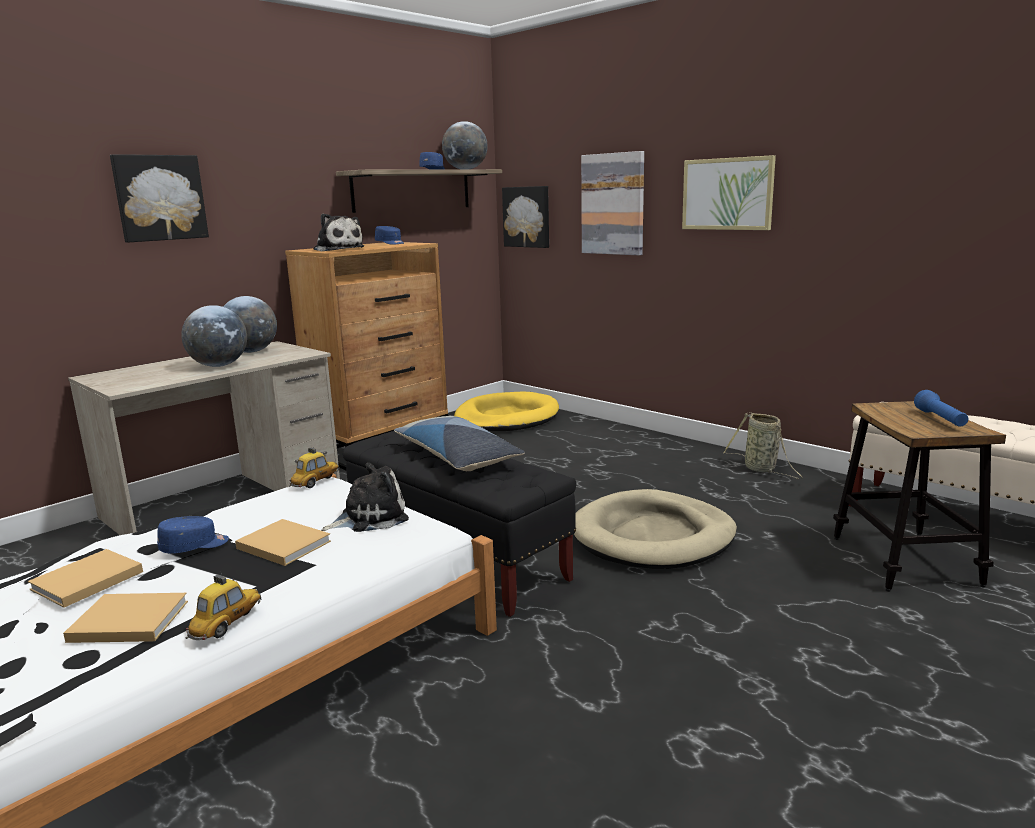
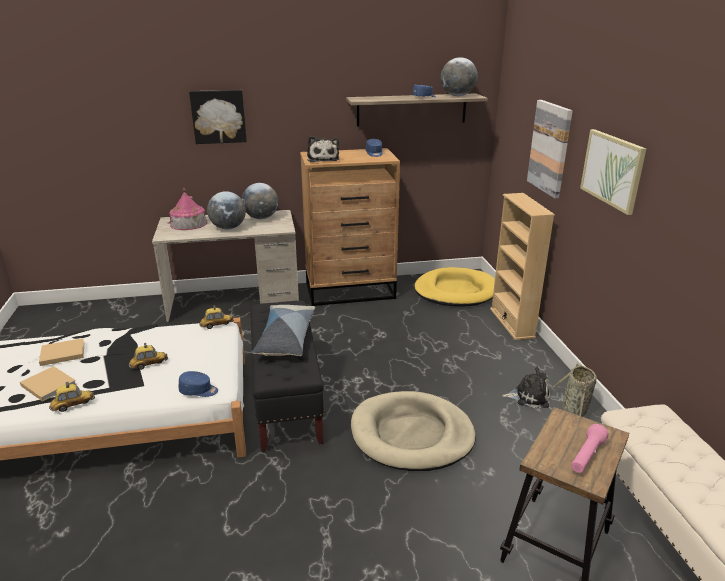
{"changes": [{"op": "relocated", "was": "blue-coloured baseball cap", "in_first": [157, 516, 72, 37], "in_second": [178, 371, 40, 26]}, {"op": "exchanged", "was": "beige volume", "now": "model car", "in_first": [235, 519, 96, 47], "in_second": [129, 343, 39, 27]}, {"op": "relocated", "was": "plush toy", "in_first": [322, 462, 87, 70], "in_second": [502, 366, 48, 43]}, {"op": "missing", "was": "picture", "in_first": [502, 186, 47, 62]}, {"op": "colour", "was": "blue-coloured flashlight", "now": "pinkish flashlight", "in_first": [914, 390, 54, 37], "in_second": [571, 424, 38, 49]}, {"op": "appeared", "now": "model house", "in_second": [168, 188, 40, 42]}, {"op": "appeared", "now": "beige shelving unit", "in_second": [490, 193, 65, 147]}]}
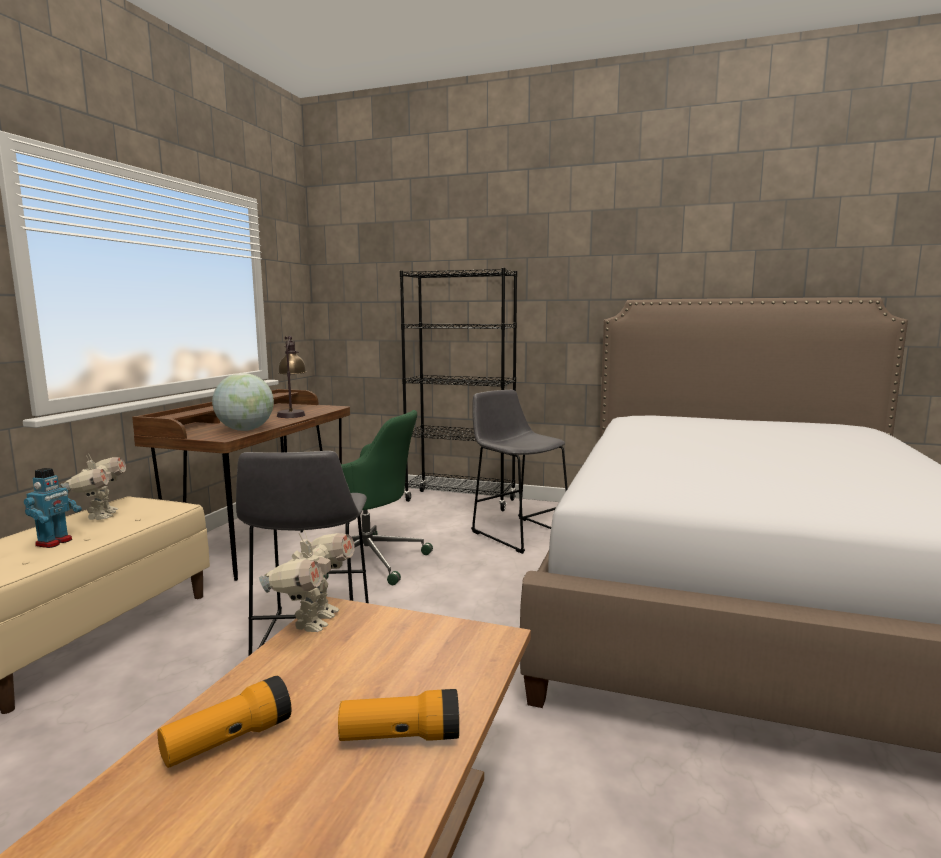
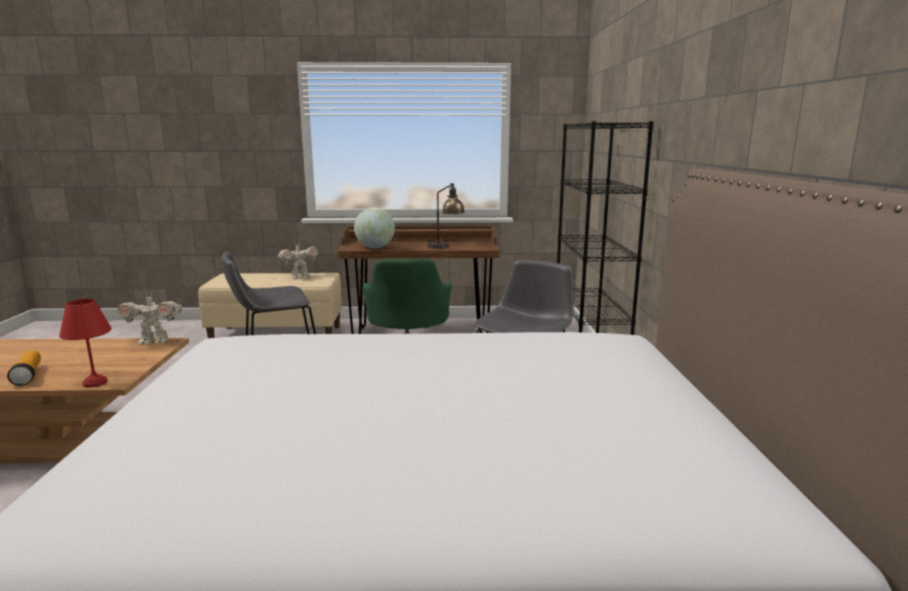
{"changes": [{"op": "missing", "was": "toy robot", "in_first": [24, 468, 58, 80]}, {"op": "missing", "was": "flashlight", "in_first": [157, 676, 135, 92]}, {"op": "appeared", "now": "red lamp for a table", "in_second": [59, 299, 53, 89]}]}
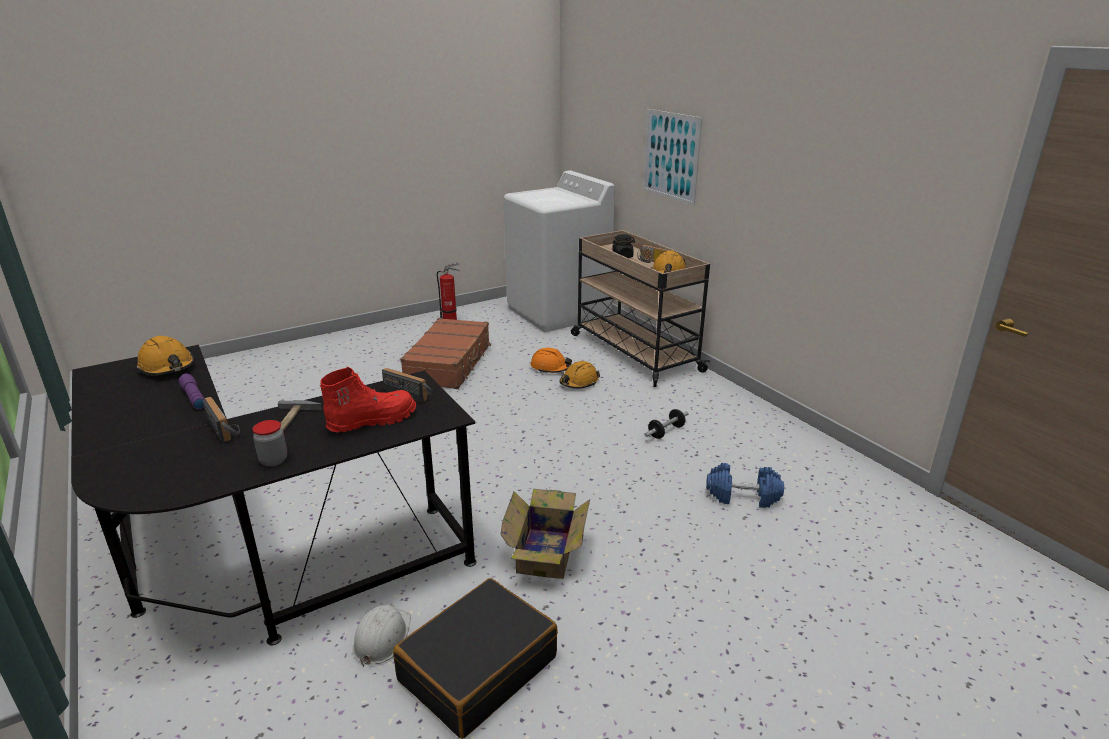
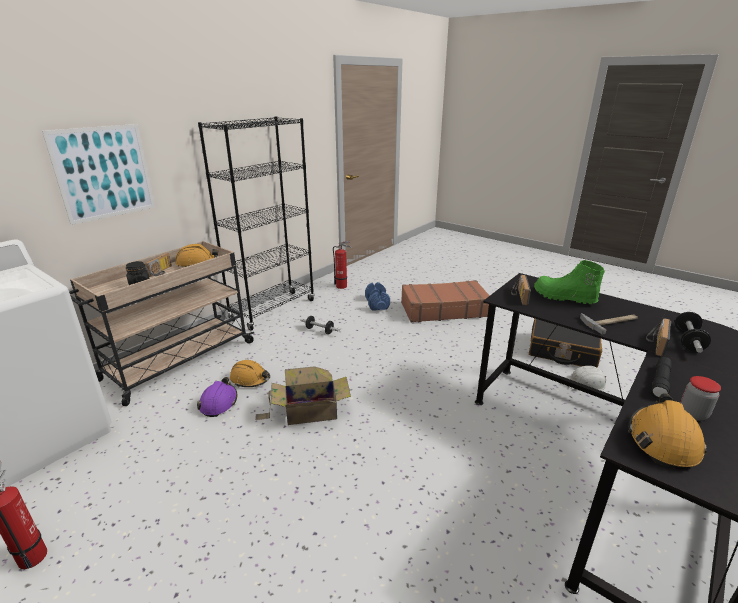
{"changes": [{"op": "colour", "was": "purplish flashlight", "now": "black flashlight", "in_first": [178, 373, 26, 36], "in_second": [651, 357, 21, 41]}, {"op": "relocated", "was": "jar", "in_first": [253, 420, 34, 46], "in_second": [680, 376, 41, 45]}, {"op": "colour", "was": "red high-top boot", "now": "greenish high-top boot", "in_first": [319, 367, 97, 65], "in_second": [534, 260, 71, 44]}, {"op": "relocated", "was": "brownish piece of luggage", "in_first": [400, 318, 91, 71], "in_second": [401, 280, 89, 42]}, {"op": "relocated", "was": "packing box", "in_first": [501, 489, 89, 90], "in_second": [255, 366, 96, 59]}, {"op": "colour", "was": "orange-coloured safety helmet", "now": "purplish safety helmet", "in_first": [531, 348, 41, 25], "in_second": [197, 377, 40, 40]}, {"op": "appeared", "now": "black shelving unit", "in_second": [198, 116, 116, 215]}, {"op": "appeared", "now": "fire-fighting cylinder", "in_second": [333, 241, 18, 48]}, {"op": "appeared", "now": "free weight", "in_second": [675, 312, 36, 41]}]}
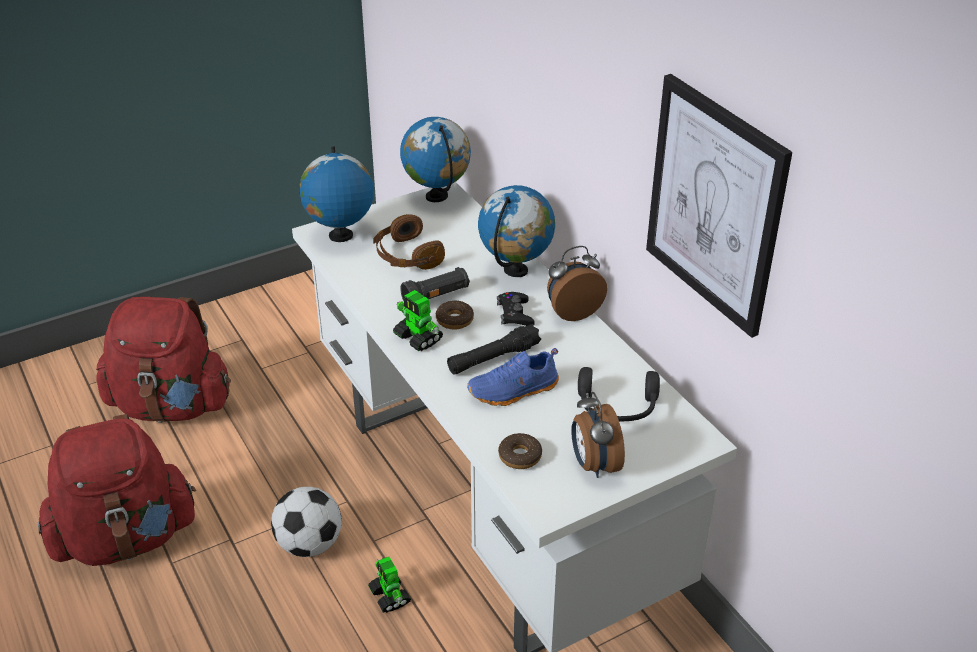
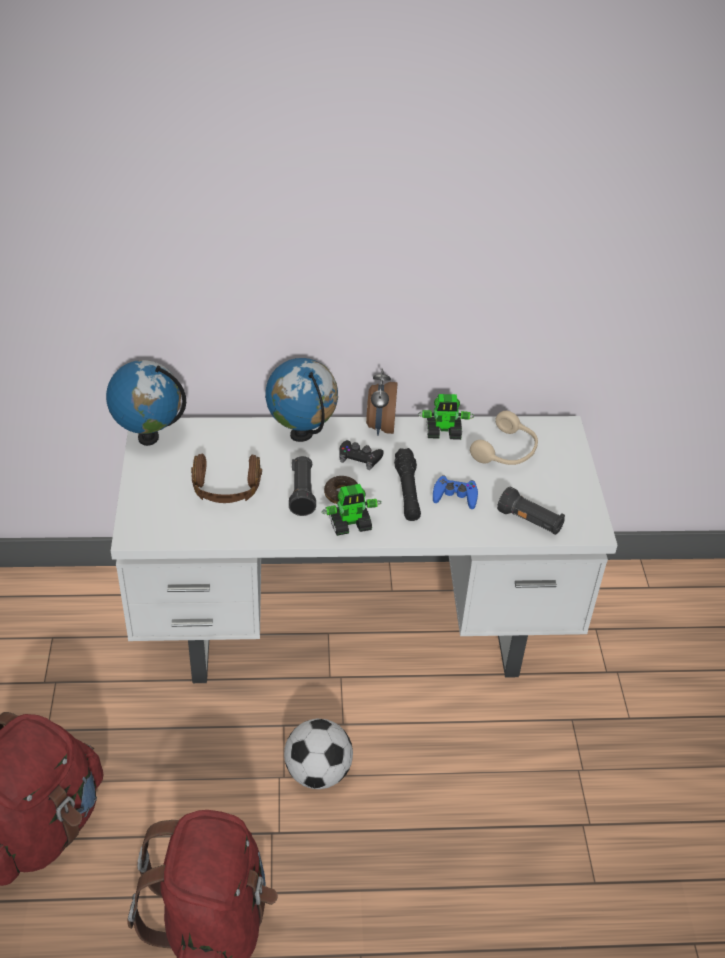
{"changes": [{"op": "missing", "was": "globe", "in_first": [299, 146, 75, 96]}, {"op": "relocated", "was": "toy robot", "in_first": [368, 557, 43, 56], "in_second": [418, 394, 57, 46]}, {"op": "exchanged", "was": "blue-coloured item of footwear", "now": "blue-coloured joypad", "in_first": [467, 348, 92, 58], "in_second": [433, 475, 45, 34]}, {"op": "exchanged", "was": "ring doughnut", "now": "black flashlight", "in_first": [498, 433, 44, 36], "in_second": [497, 487, 68, 48]}, {"op": "missing", "was": "alarm clock", "in_first": [571, 392, 54, 86]}, {"op": "colour", "was": "black headphones", "now": "beige headphones", "in_first": [578, 367, 82, 55], "in_second": [470, 411, 68, 54]}, {"op": "missing", "was": "picture", "in_first": [646, 74, 146, 264]}]}
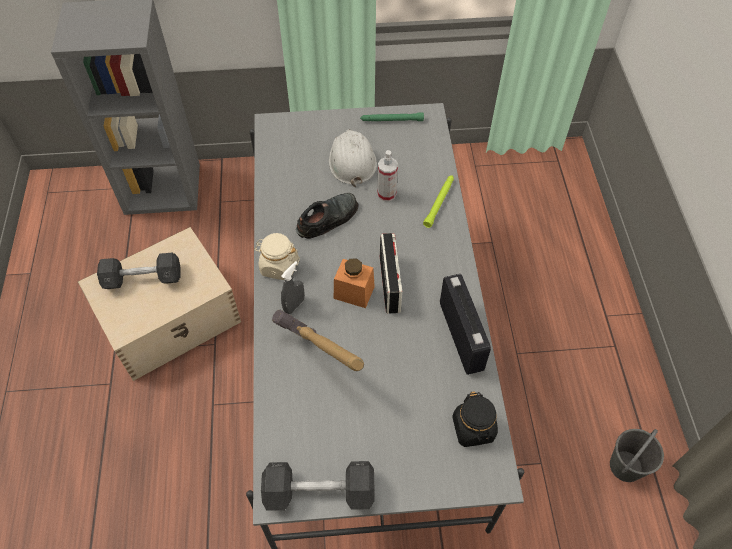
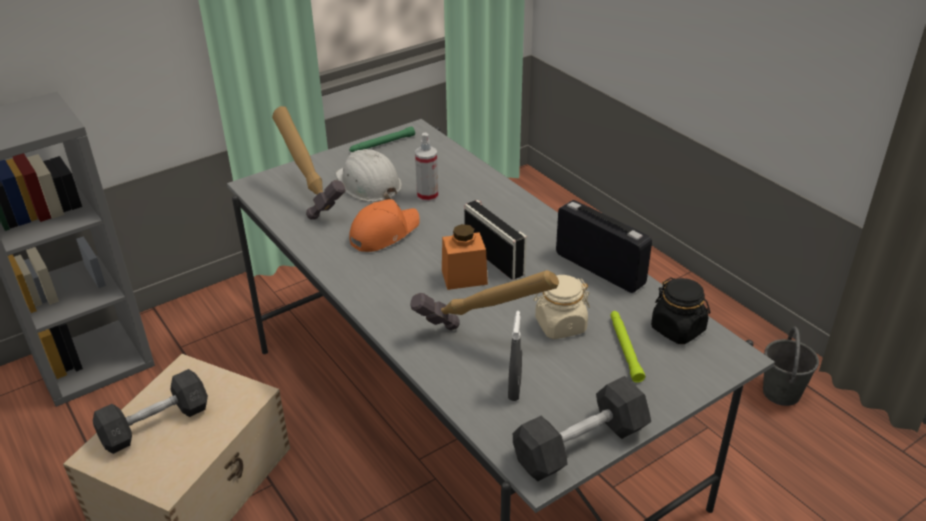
{"changes": [{"op": "relocated", "was": "beige jar", "in_first": [254, 233, 46, 47], "in_second": [533, 275, 57, 64]}, {"op": "relocated", "was": "grey spray bottle", "in_first": [281, 261, 24, 53], "in_second": [508, 311, 14, 90]}, {"op": "exchanged", "was": "black item of footwear", "now": "orange-coloured baseball cap", "in_first": [296, 193, 62, 46], "in_second": [349, 199, 71, 53]}, {"op": "relocated", "was": "greenish flashlight", "in_first": [423, 175, 31, 53], "in_second": [610, 311, 35, 72]}, {"op": "appeared", "now": "tool hammer", "in_second": [272, 106, 74, 114]}]}
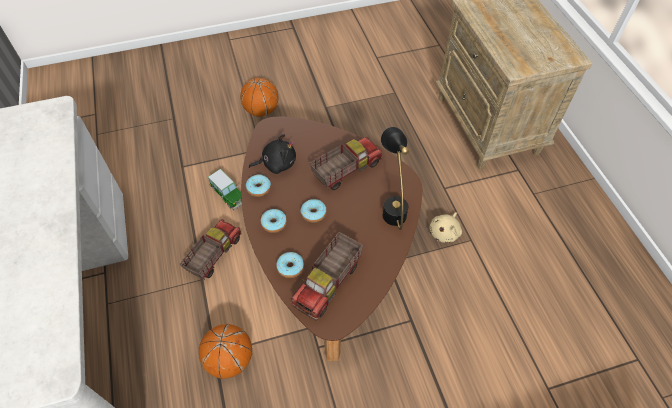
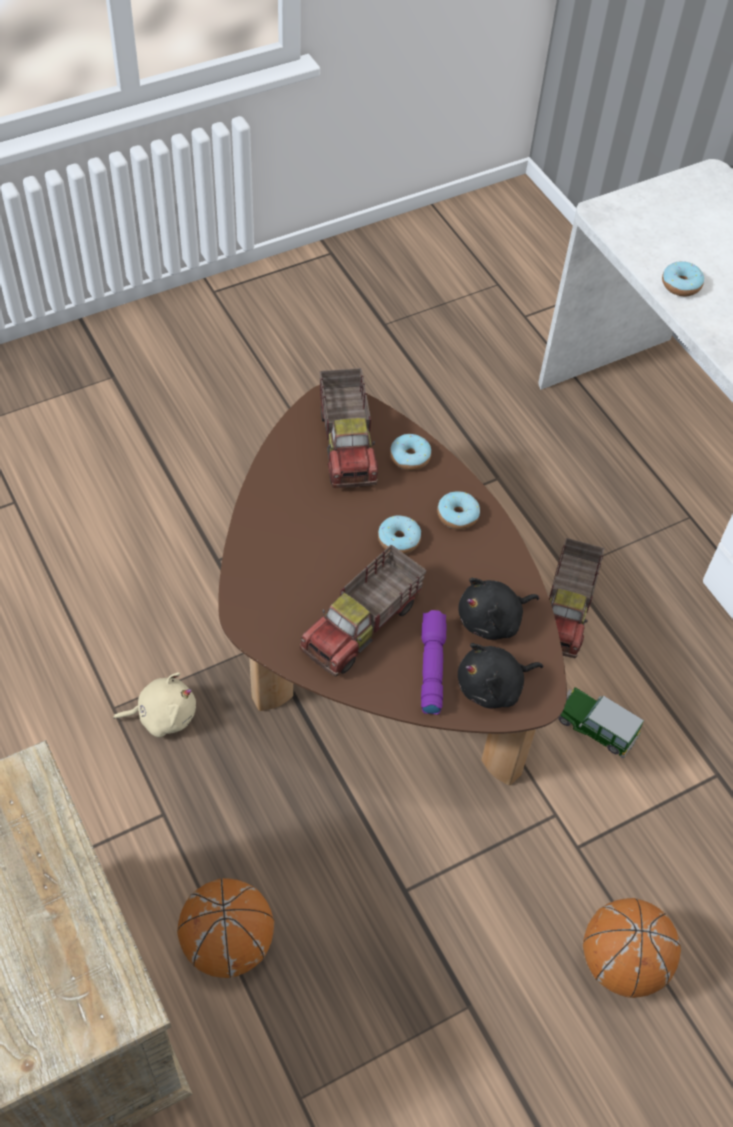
{"changes": [{"op": "relocated", "was": "basketball ball", "in_first": [199, 324, 53, 55], "in_second": [177, 878, 97, 100]}, {"op": "relocated", "was": "ring doughnut", "in_first": [246, 175, 25, 22], "in_second": [662, 261, 42, 35]}, {"op": "spun", "was": "toy truck", "in_first": [291, 232, 72, 88], "in_second": [320, 368, 58, 120], "clockwise": 150}, {"op": "missing", "was": "black lamp for a table", "in_first": [381, 127, 28, 103]}, {"op": "spun", "was": "beige plush toy", "in_first": [429, 212, 33, 31], "in_second": [113, 672, 83, 65], "clockwise": 60}, {"op": "appeared", "now": "purplish flashlight", "in_second": [421, 610, 25, 105]}, {"op": "appeared", "now": "black plush toy", "in_second": [458, 643, 85, 65]}]}
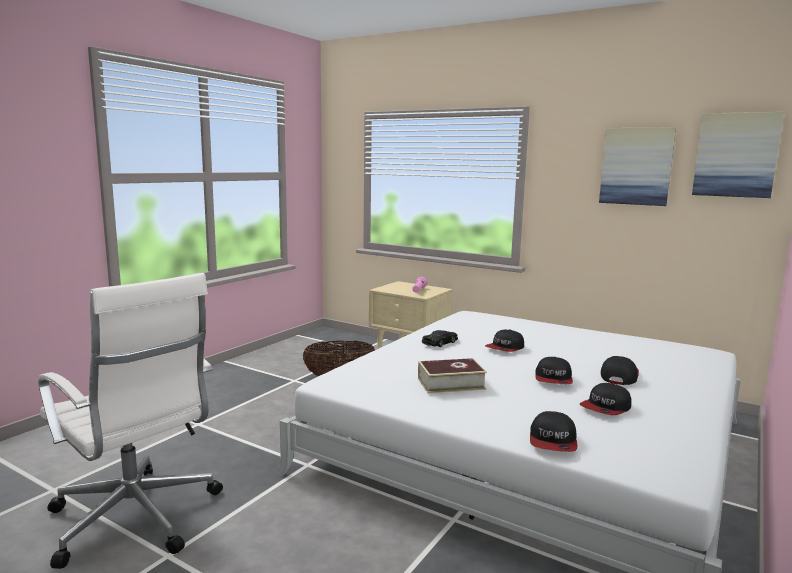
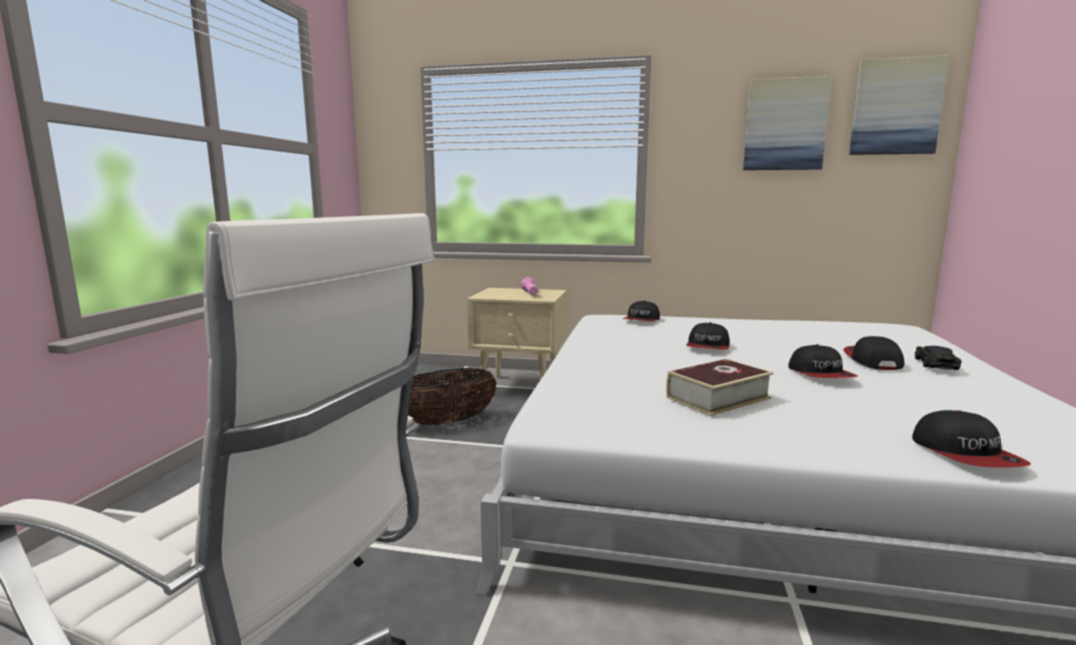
{"changes": [{"op": "relocated", "was": "black model car", "in_first": [422, 330, 36, 17], "in_second": [915, 346, 47, 24]}, {"op": "relocated", "was": "baseball cap", "in_first": [580, 383, 51, 32], "in_second": [623, 301, 37, 20]}]}
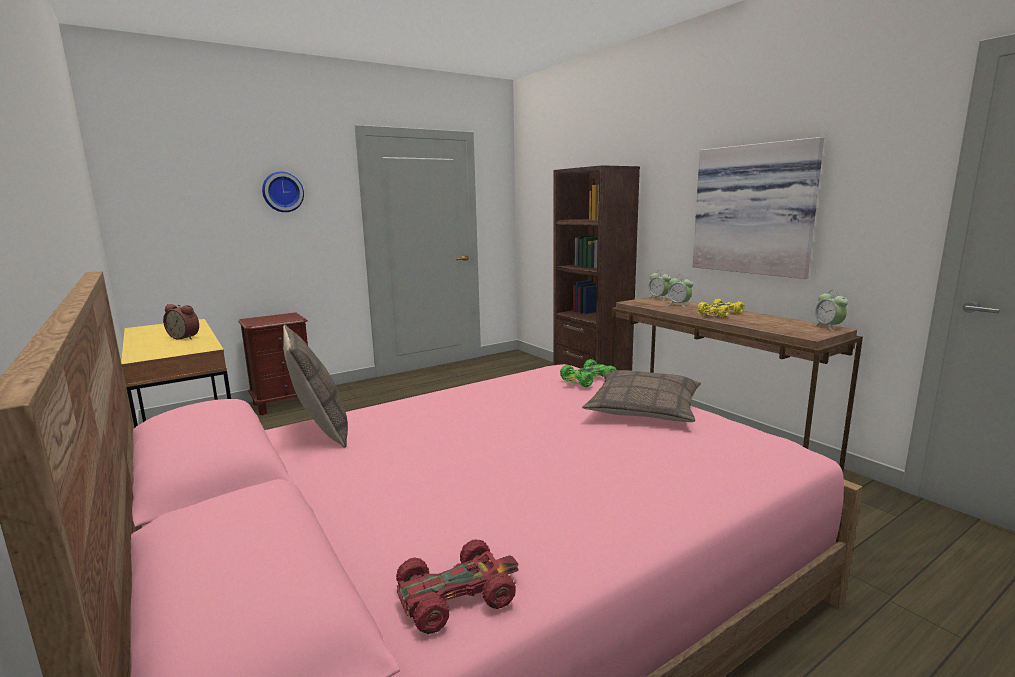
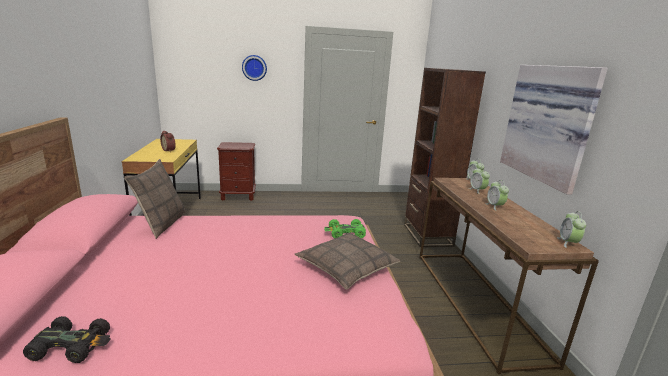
{"changes": [{"op": "colour", "was": "red model car", "now": "black model car", "in_first": [396, 539, 123, 95], "in_second": [23, 316, 88, 47]}, {"op": "exchanged", "was": "yellow-coloured model car", "now": "alarm clock", "in_first": [697, 299, 48, 19], "in_second": [485, 180, 24, 30]}]}
